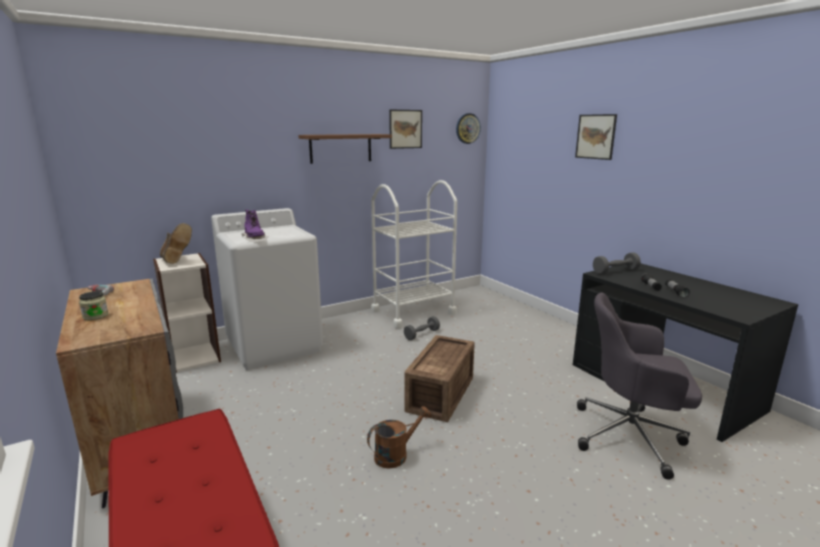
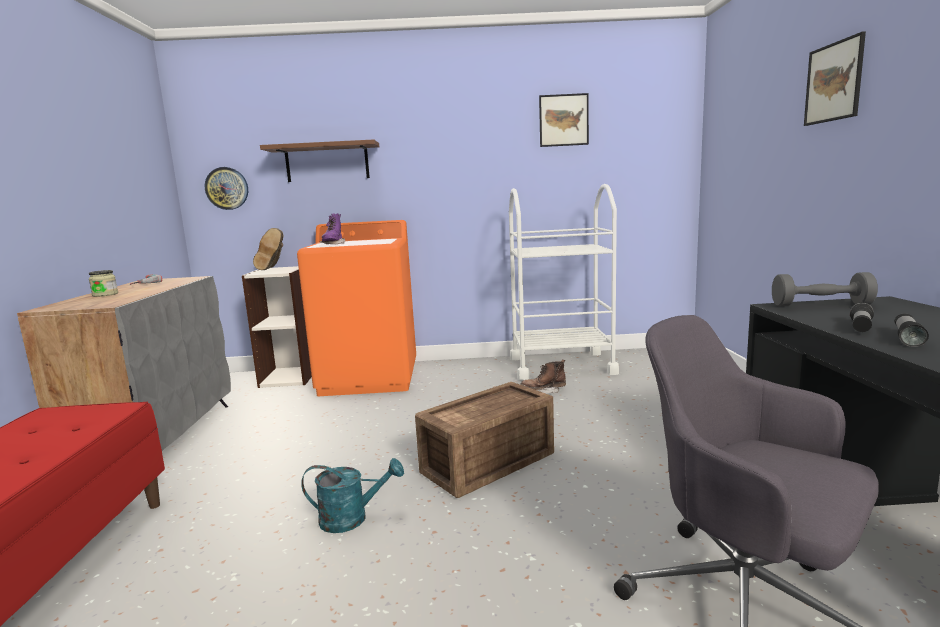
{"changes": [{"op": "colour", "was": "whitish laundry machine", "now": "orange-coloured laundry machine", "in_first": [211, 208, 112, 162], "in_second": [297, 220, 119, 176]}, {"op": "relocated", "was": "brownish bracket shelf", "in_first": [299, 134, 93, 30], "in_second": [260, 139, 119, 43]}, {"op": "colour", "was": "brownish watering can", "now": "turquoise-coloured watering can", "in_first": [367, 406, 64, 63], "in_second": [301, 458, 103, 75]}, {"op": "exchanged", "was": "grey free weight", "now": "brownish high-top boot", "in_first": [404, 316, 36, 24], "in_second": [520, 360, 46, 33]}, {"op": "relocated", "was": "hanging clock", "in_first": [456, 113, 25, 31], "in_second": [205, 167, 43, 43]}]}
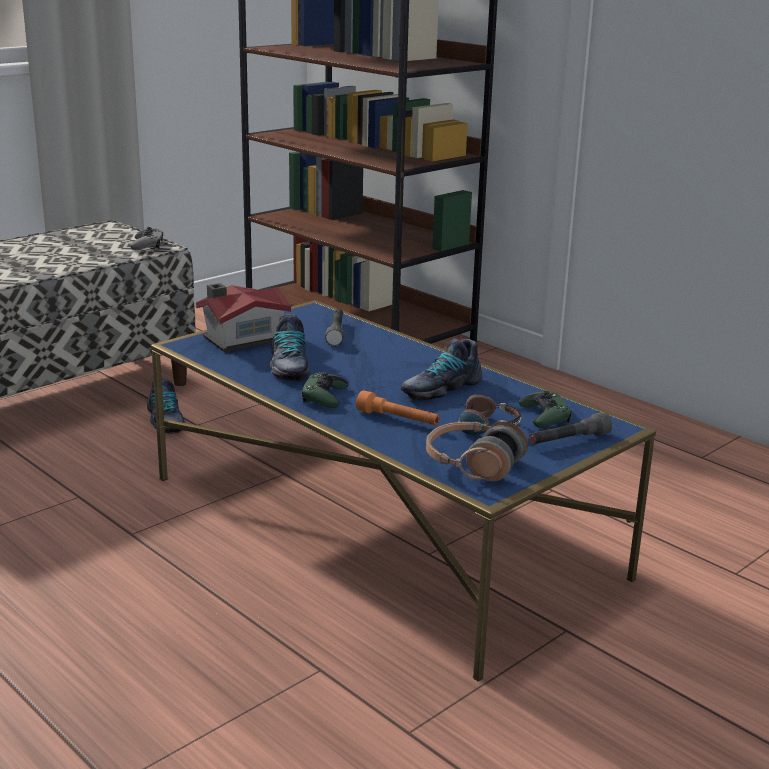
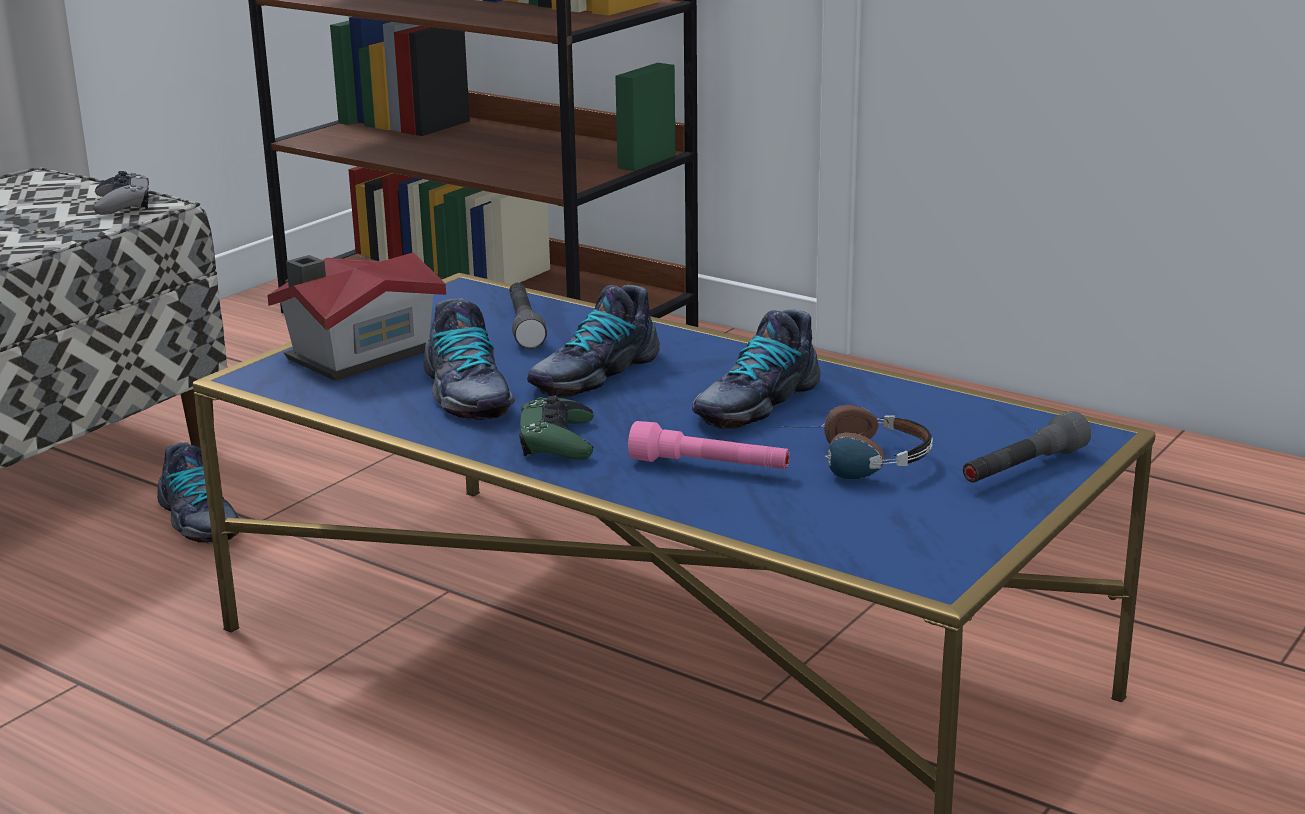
{"changes": [{"op": "colour", "was": "orange-coloured flashlight", "now": "pinkish flashlight", "in_first": [356, 390, 84, 35], "in_second": [628, 421, 162, 48]}, {"op": "missing", "was": "headphones", "in_first": [426, 420, 102, 62]}, {"op": "missing", "was": "greenish joypad", "in_first": [519, 391, 53, 37]}, {"op": "appeared", "now": "item of footwear", "in_second": [527, 285, 133, 113]}]}
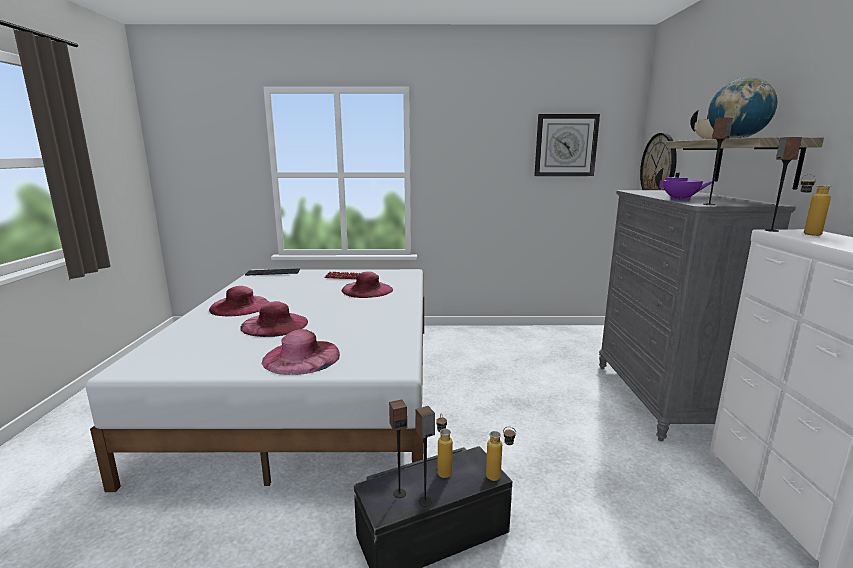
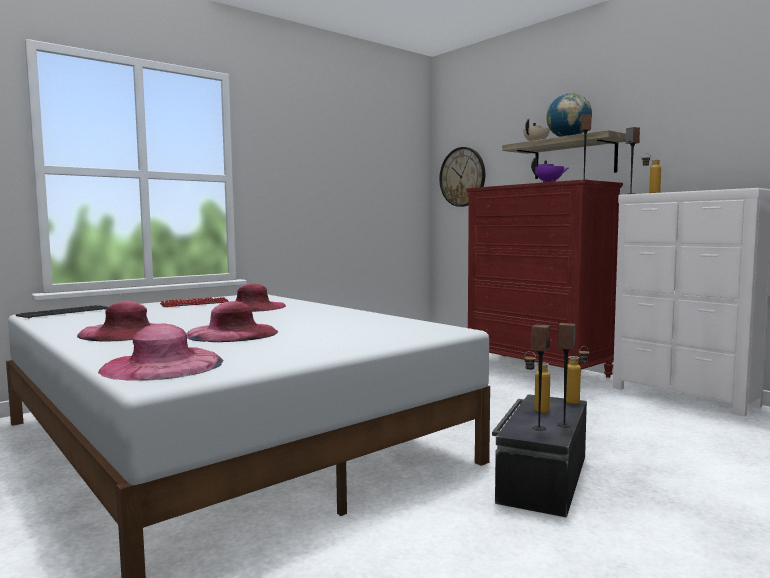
{"changes": [{"op": "relocated", "was": "pinkish wearable hat", "in_first": [262, 329, 78, 46], "in_second": [98, 324, 125, 57]}, {"op": "missing", "was": "hanging clock", "in_first": [534, 114, 66, 62]}, {"op": "colour", "was": "grey drawer chest", "now": "red drawer chest", "in_first": [599, 190, 197, 251], "in_second": [466, 180, 157, 198]}]}
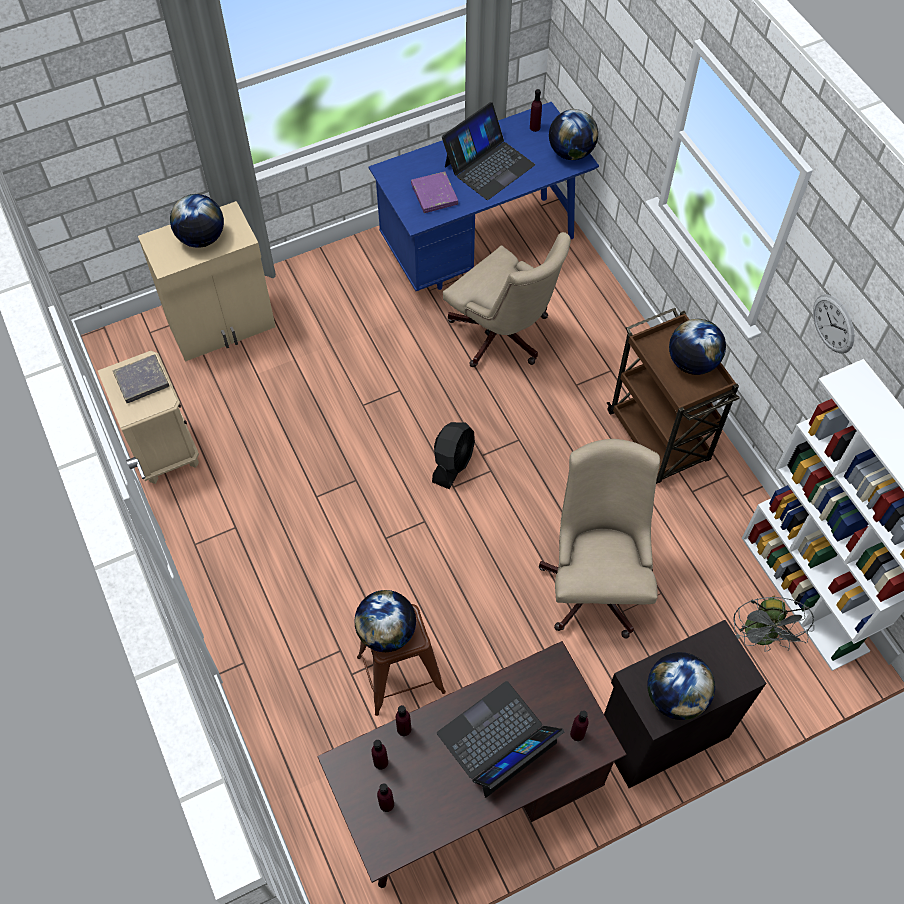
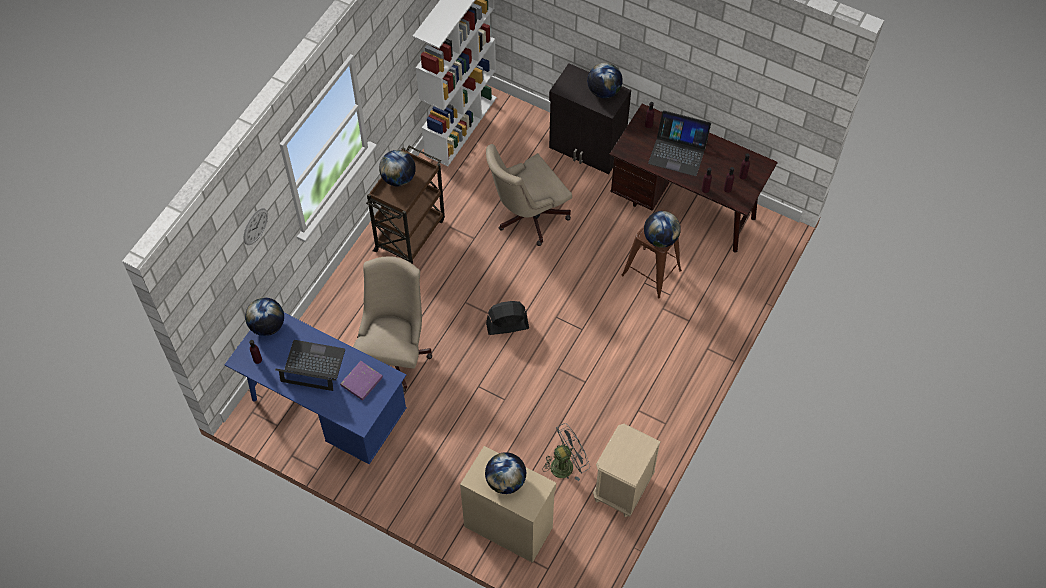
{"changes": [{"op": "missing", "was": "grey volume", "in_first": [113, 354, 56, 49]}, {"op": "relocated", "was": "grey fan", "in_first": [733, 596, 81, 56], "in_second": [542, 423, 48, 58]}, {"op": "relocated", "was": "hanging clock", "in_first": [813, 294, 41, 60], "in_second": [243, 208, 25, 37]}]}
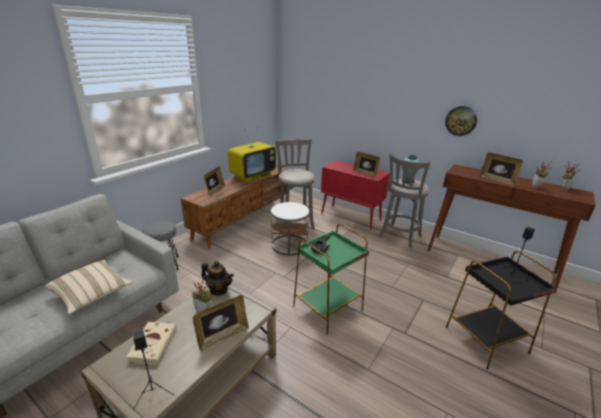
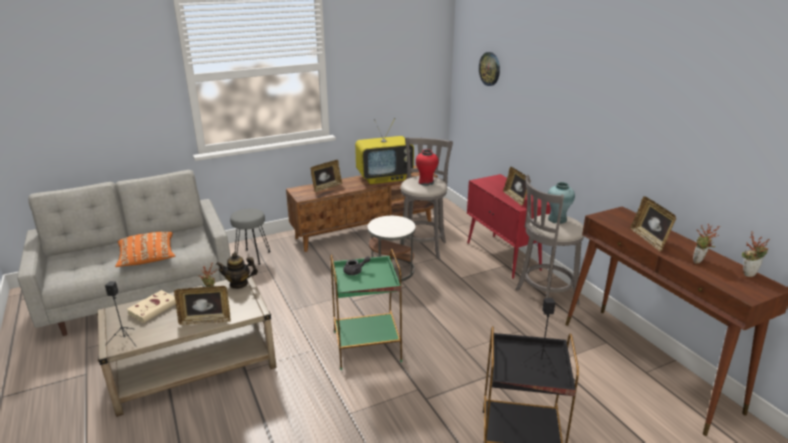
{"changes": [{"op": "colour", "was": "beige throw pillow", "now": "orange-coloured throw pillow", "in_first": [45, 260, 88, 54], "in_second": [115, 232, 60, 35]}, {"op": "spun", "was": "teapot", "in_first": [201, 261, 33, 34], "in_second": [216, 253, 42, 36], "clockwise": 120}, {"op": "relocated", "was": "hanging clock", "in_first": [445, 106, 32, 30], "in_second": [479, 52, 21, 34]}, {"op": "appeared", "now": "red vase", "in_second": [416, 149, 23, 37]}]}
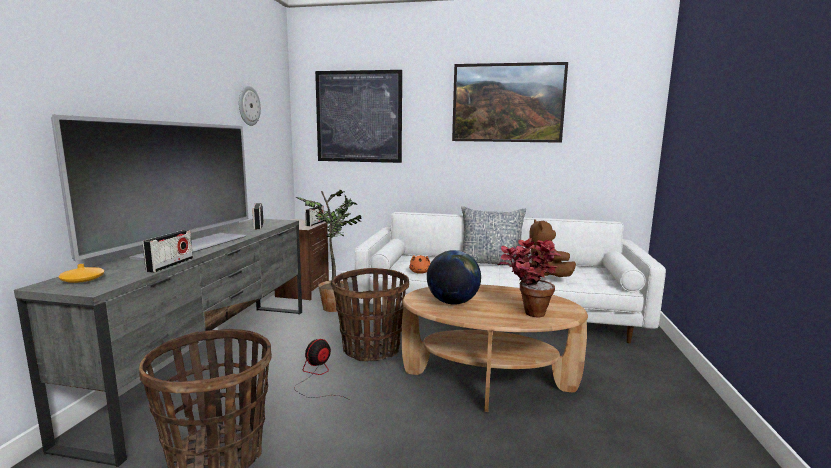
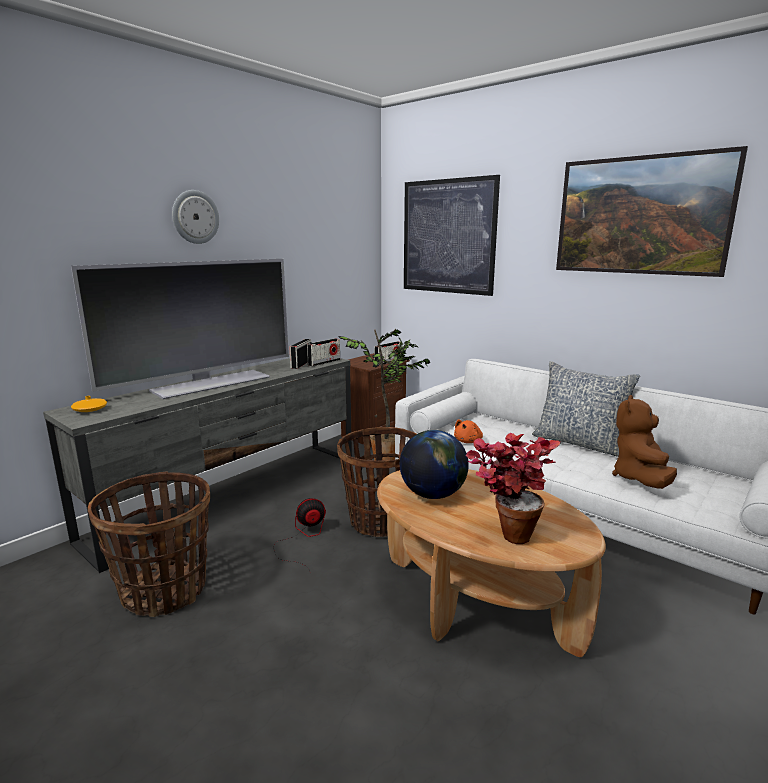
{"changes": [{"op": "relocated", "was": "radio", "in_first": [143, 230, 50, 43], "in_second": [307, 338, 33, 28]}, {"op": "relocated", "was": "hanging clock", "in_first": [239, 86, 22, 40], "in_second": [172, 190, 47, 54]}]}
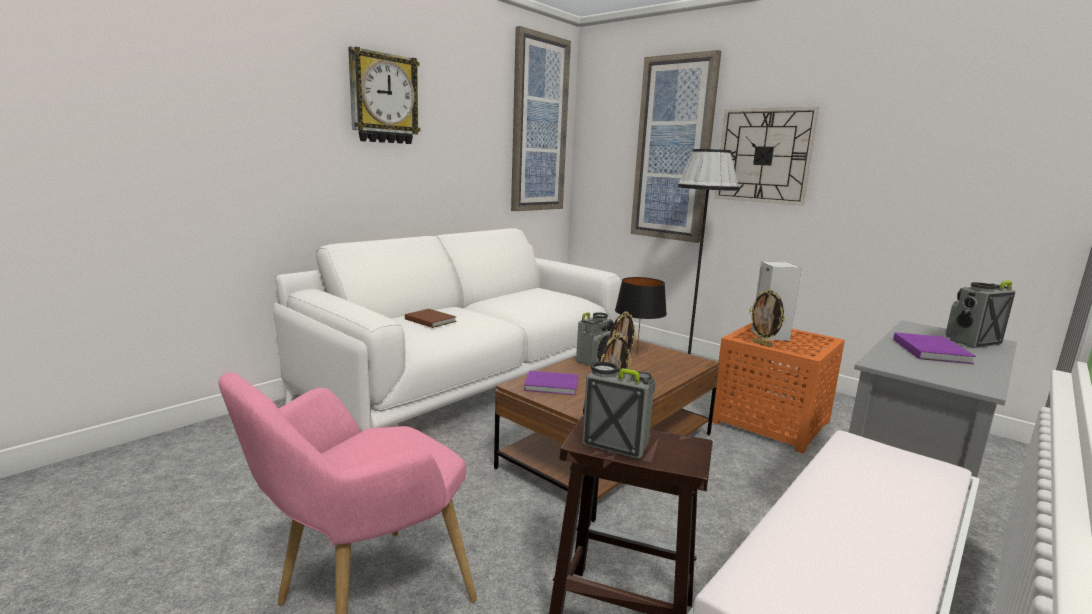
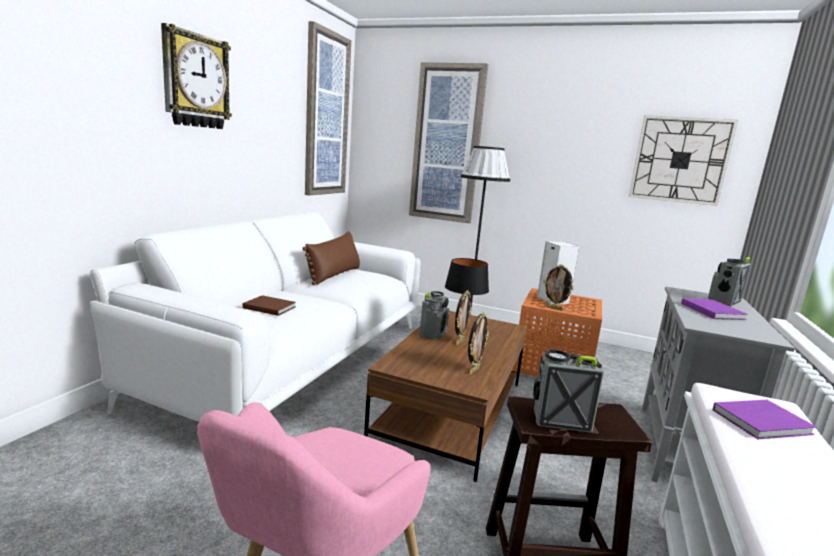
{"changes": [{"op": "relocated", "was": "purplish volume", "in_first": [524, 371, 54, 24], "in_second": [713, 400, 104, 39]}, {"op": "relocated", "was": "hanging clock", "in_first": [715, 107, 104, 99], "in_second": [629, 115, 109, 91]}, {"op": "appeared", "now": "brownish throw pillow", "in_second": [302, 231, 58, 54]}]}
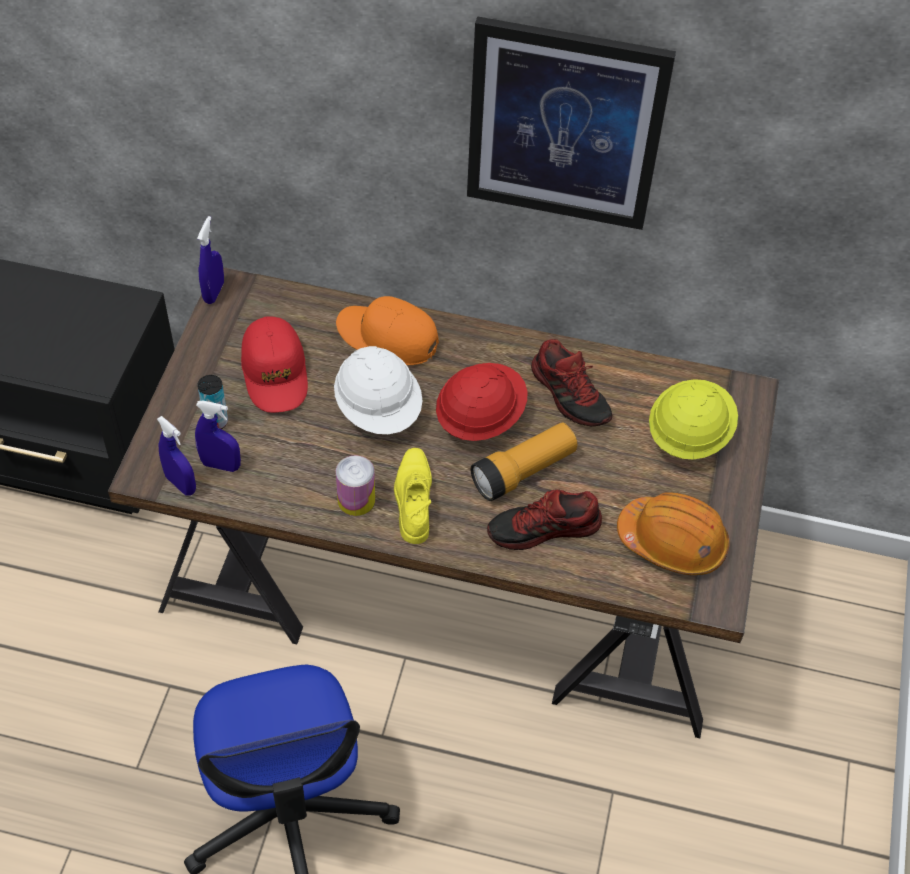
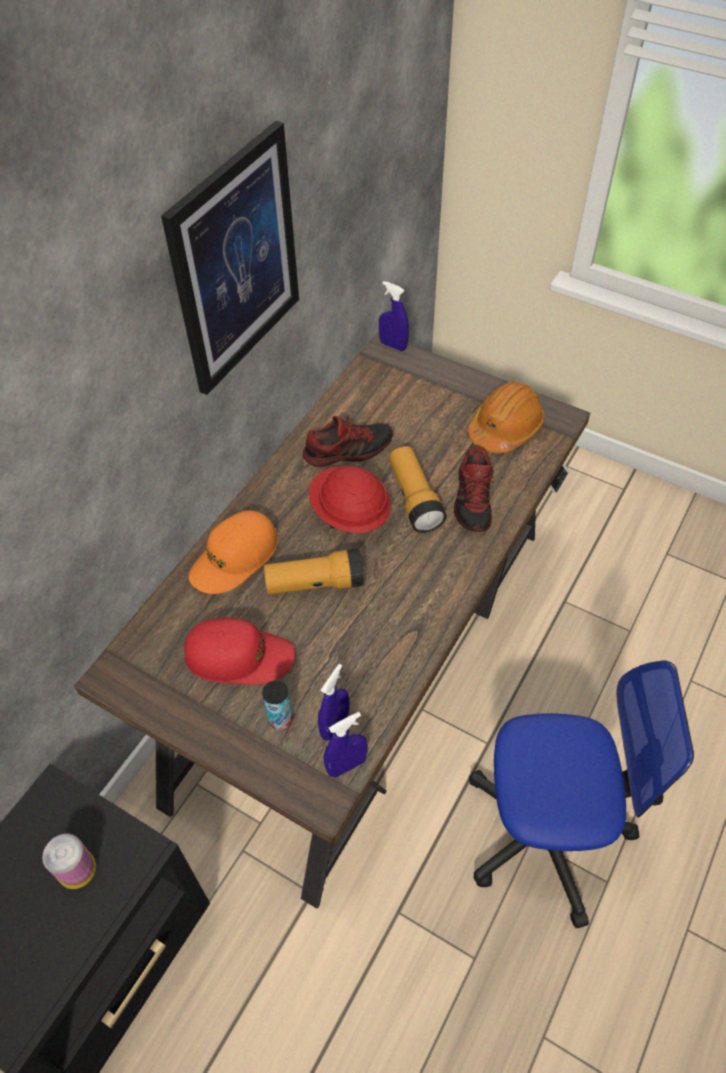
{"changes": [{"op": "relocated", "was": "blue-coloured spray bottle", "in_first": [197, 216, 27, 88], "in_second": [379, 281, 30, 70]}, {"op": "exchanged", "was": "whitish safety helmet", "now": "flashlight", "in_first": [334, 346, 89, 88], "in_second": [264, 549, 100, 45]}, {"op": "relocated", "was": "metal can", "in_first": [336, 455, 39, 61], "in_second": [42, 833, 54, 56]}, {"op": "missing", "was": "yellow-coloured item of footwear", "in_first": [394, 448, 38, 96]}, {"op": "missing", "was": "yellow-coloured safety helmet", "in_first": [649, 379, 89, 81]}]}
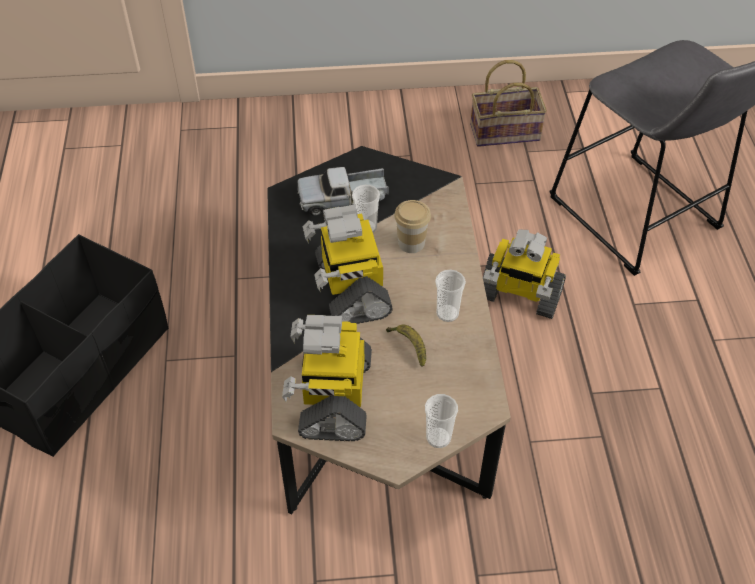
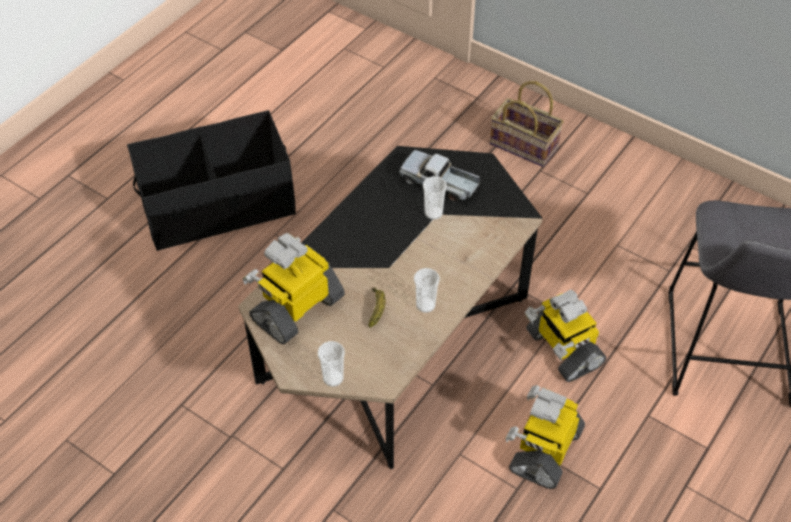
{"changes": [{"op": "relocated", "was": "toy robot", "in_first": [303, 205, 90, 119], "in_second": [505, 385, 80, 104]}, {"op": "missing", "was": "small cup", "in_first": [394, 200, 37, 53]}, {"op": "relocated", "was": "household basket", "in_first": [470, 60, 77, 87], "in_second": [490, 81, 74, 86]}]}
